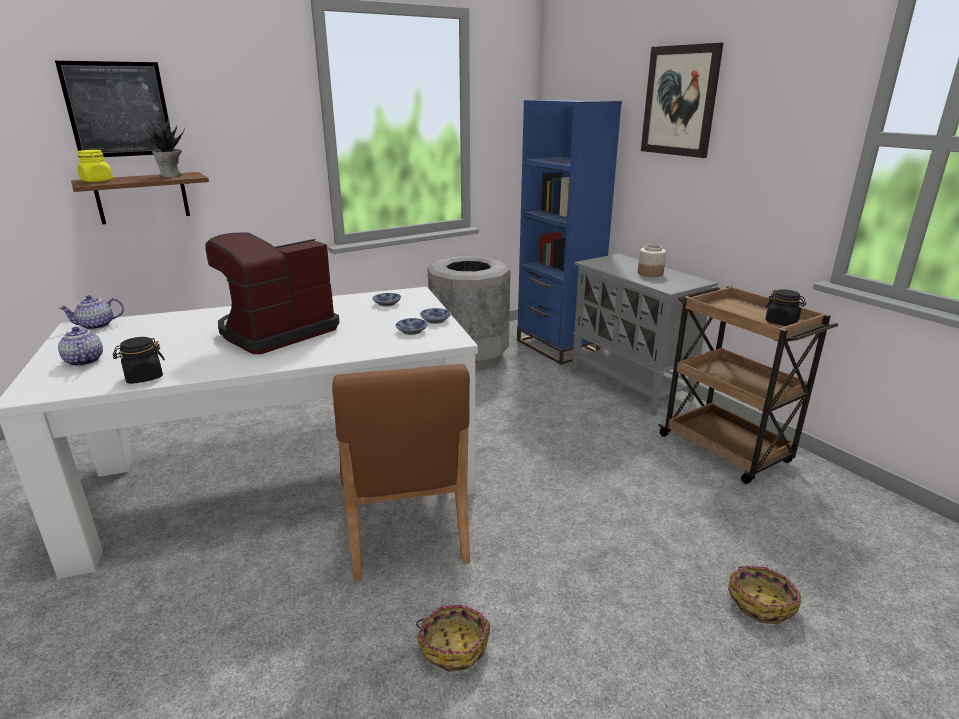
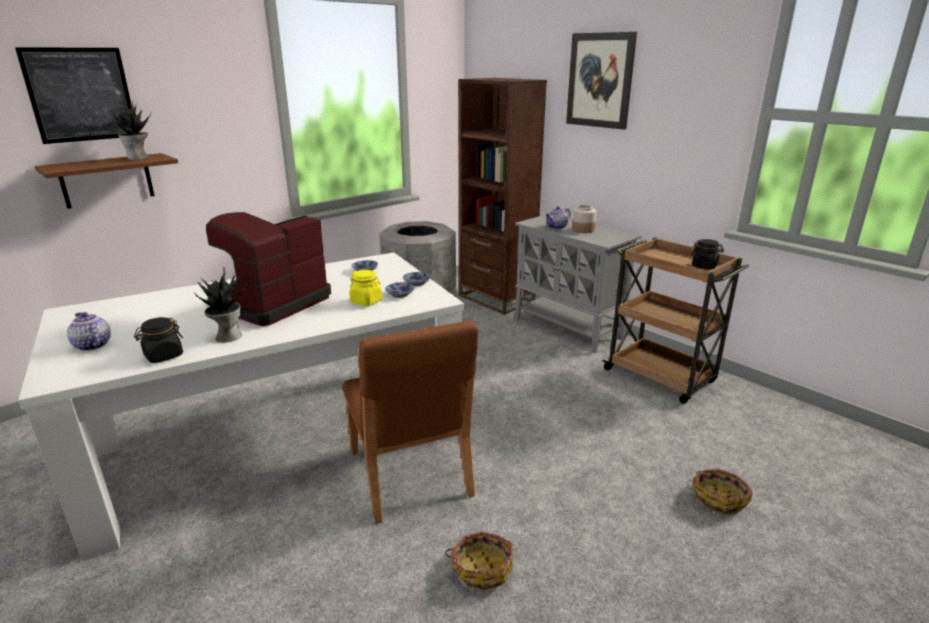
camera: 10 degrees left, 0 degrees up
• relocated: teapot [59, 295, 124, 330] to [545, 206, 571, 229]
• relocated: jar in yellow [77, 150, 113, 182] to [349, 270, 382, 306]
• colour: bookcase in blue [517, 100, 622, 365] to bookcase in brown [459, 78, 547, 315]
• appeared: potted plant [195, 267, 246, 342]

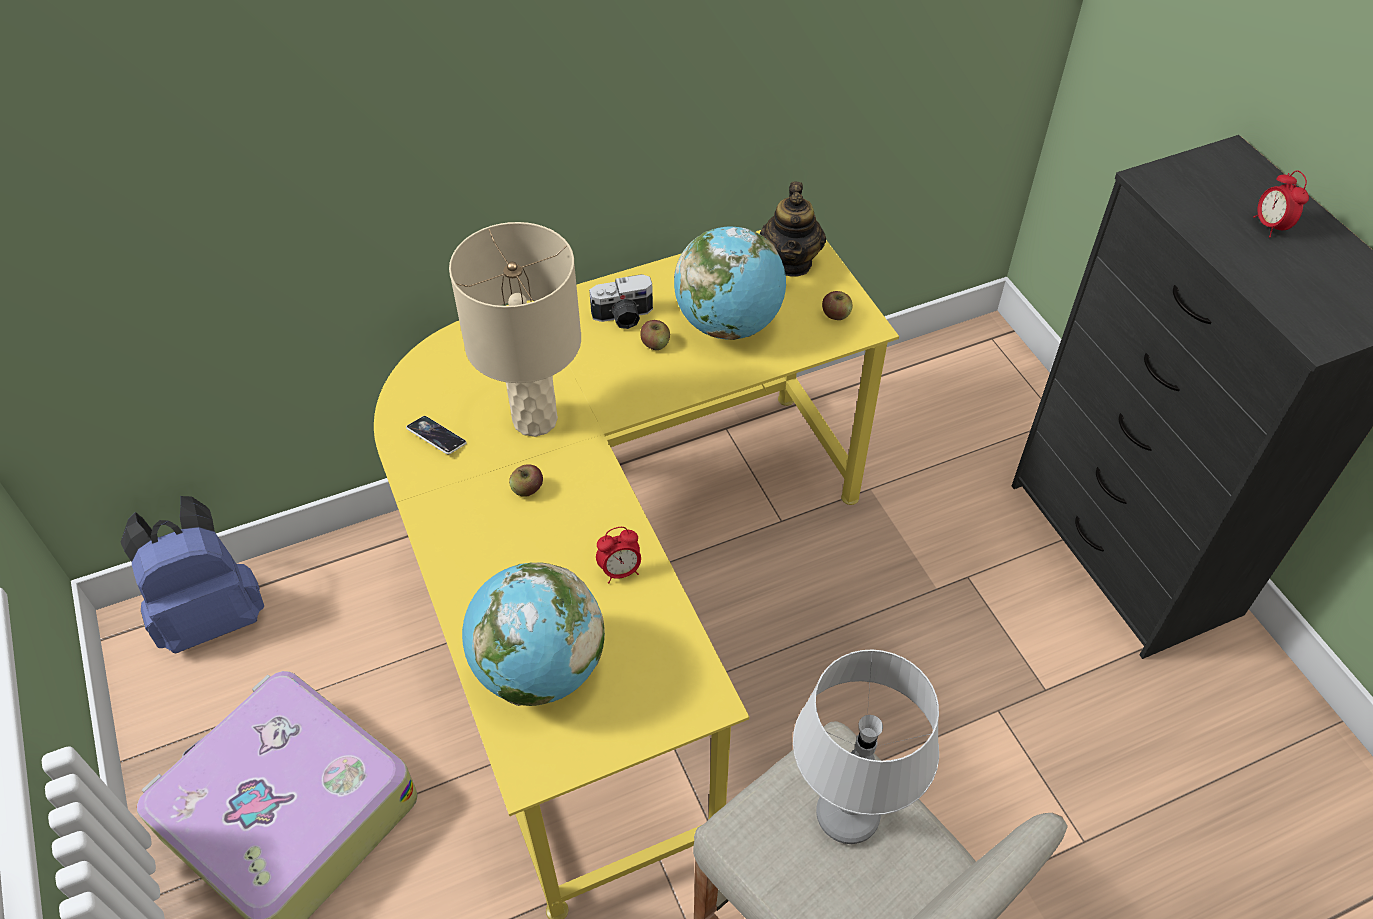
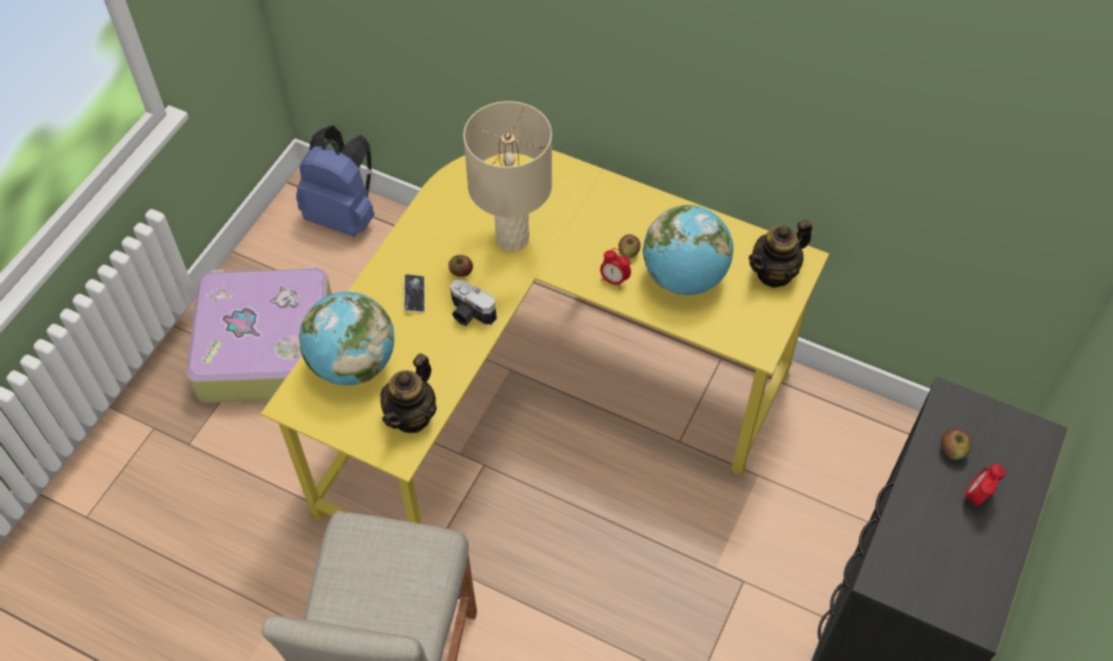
camera: 50 degrees right, 5 degrees up
• relocated: phone [406, 416, 467, 454] to [404, 274, 425, 313]
• relocated: photo camera [589, 274, 653, 329] to [450, 280, 497, 326]
• relocated: alarm clock [596, 527, 641, 583] to [600, 248, 631, 289]
• missing: table lamp in grey [793, 650, 939, 844]
• relocated: apple [822, 291, 853, 320] to [941, 428, 972, 460]
• appeared: teapot [380, 353, 437, 433]

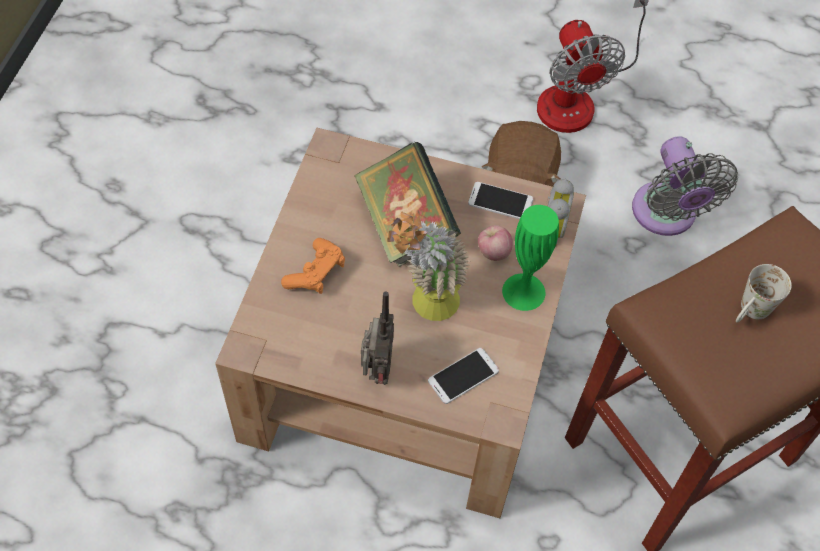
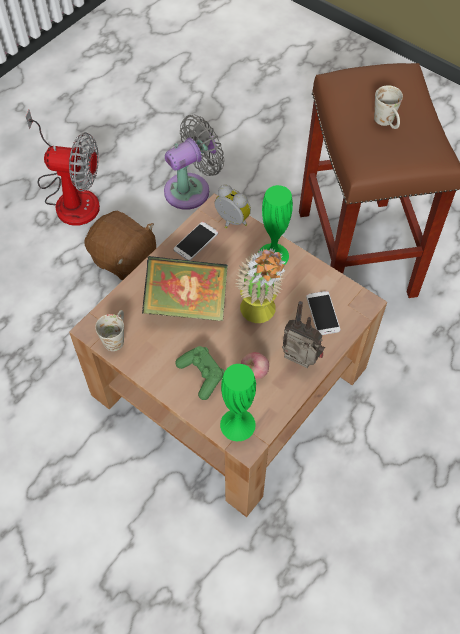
camera: 65 degrees left, 0 degrees up
• colour: game controller in orange [281, 238, 345, 294] to game controller in green [176, 346, 225, 400]
• relocated: apple [478, 225, 513, 261] to [241, 352, 269, 380]
• spun: fan in grey [632, 136, 738, 236] = [164, 115, 224, 210] 45 degrees counterclockwise
• appeared: mug in white [95, 310, 124, 351]
• appeared: vase in green [220, 364, 256, 441]

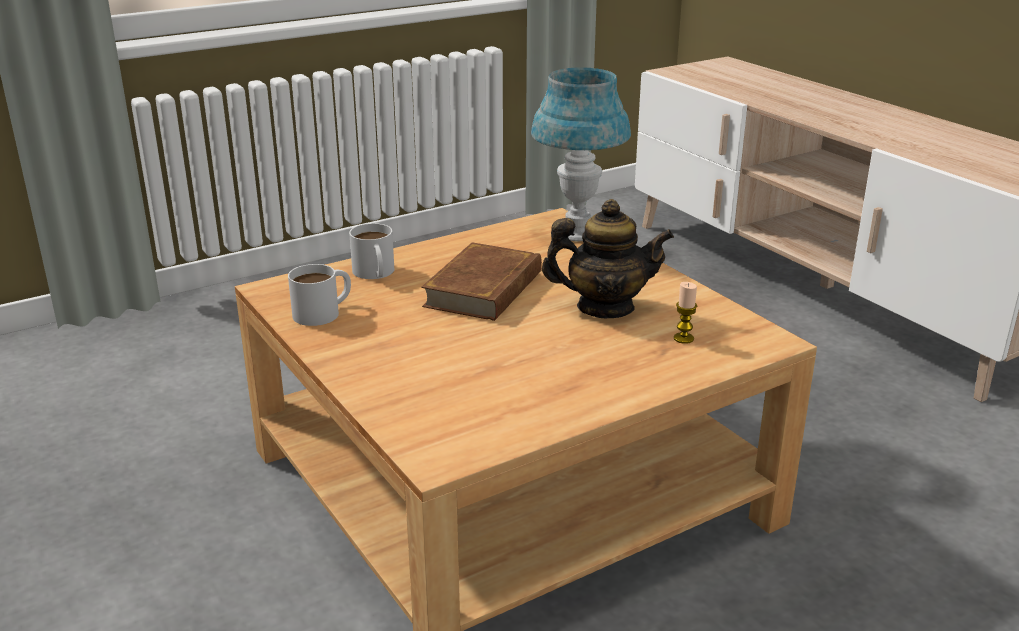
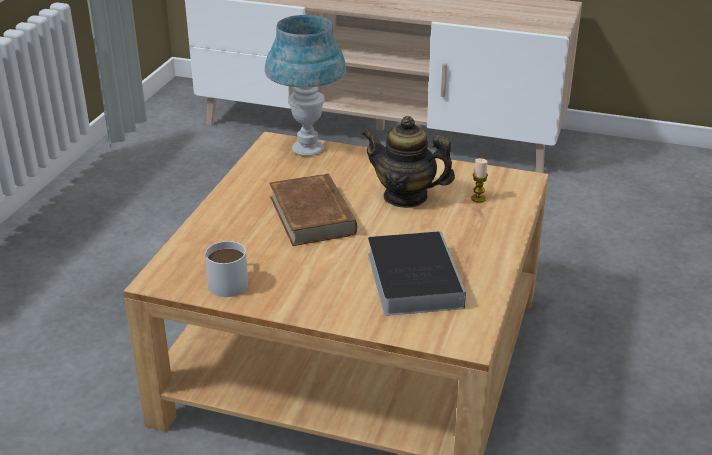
camera: 40 degrees left, 5 degrees up
• missing: mug in white [349, 223, 394, 279]
• spun: teapot [542, 199, 674, 318] = [362, 116, 455, 208] 120 degrees counterclockwise
• appeared: book [368, 231, 466, 316]

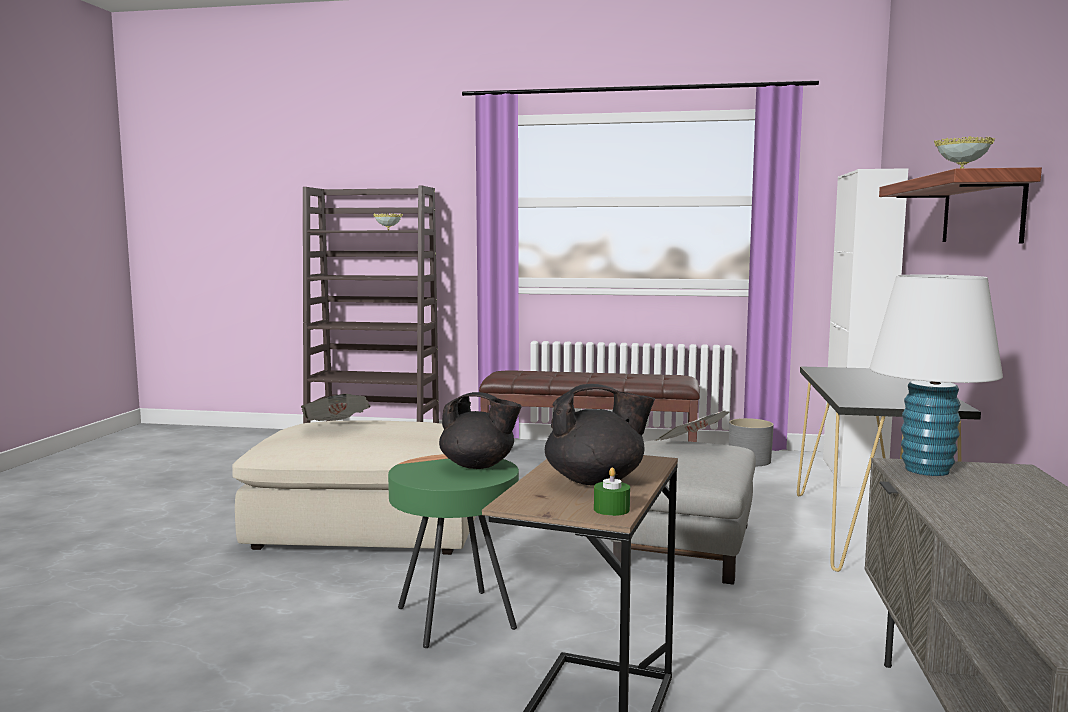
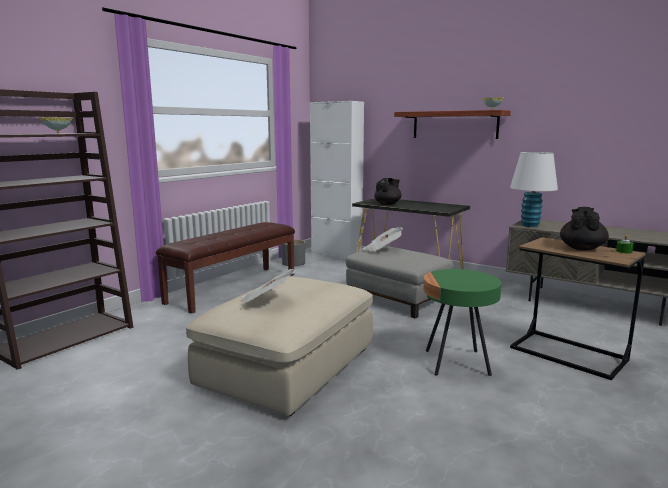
camera: 65 degrees left, 5 degrees up
• relocated: teapot in black [439, 392, 522, 469] to [374, 178, 402, 205]

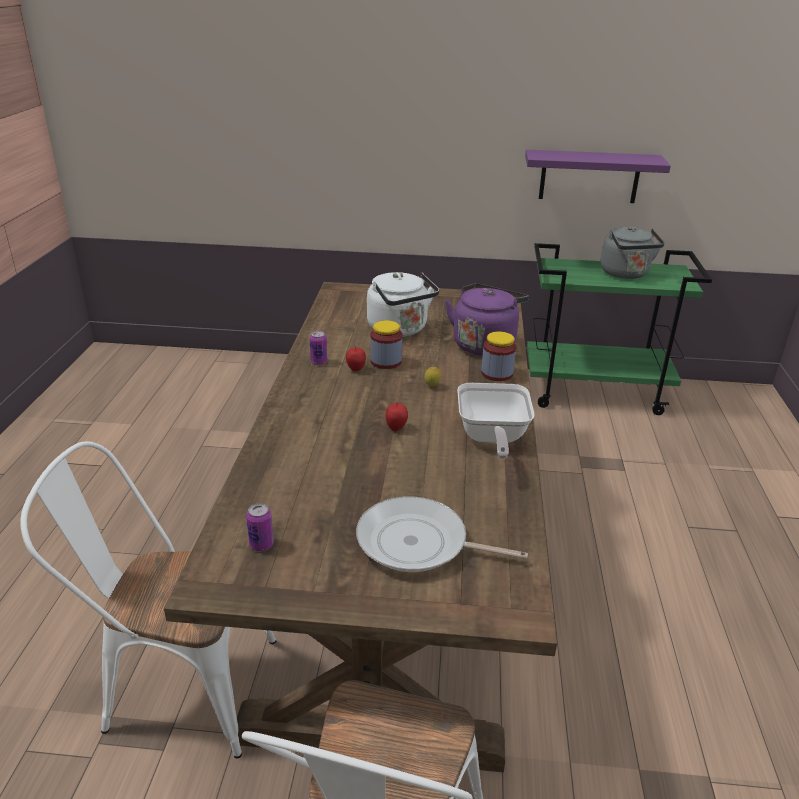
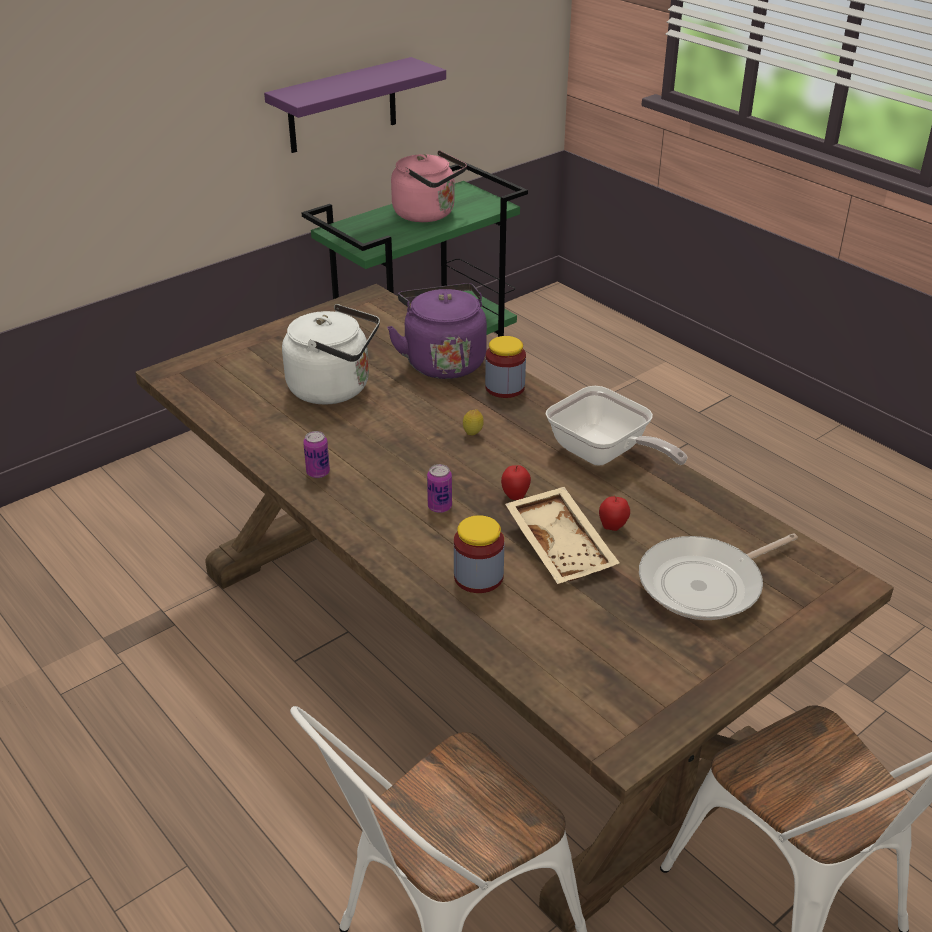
camera: 45 degrees left, 5 degrees up
• relocated: can [246, 503, 274, 551] to [427, 464, 452, 513]
• relocated: apple [346, 345, 366, 371] to [599, 496, 630, 531]
• relocated: jar [370, 320, 402, 369] to [454, 515, 504, 593]
• colour: kettle in grey [601, 226, 665, 279] to kettle in pink [391, 150, 467, 222]
• appeared: tray in beige [505, 487, 620, 584]

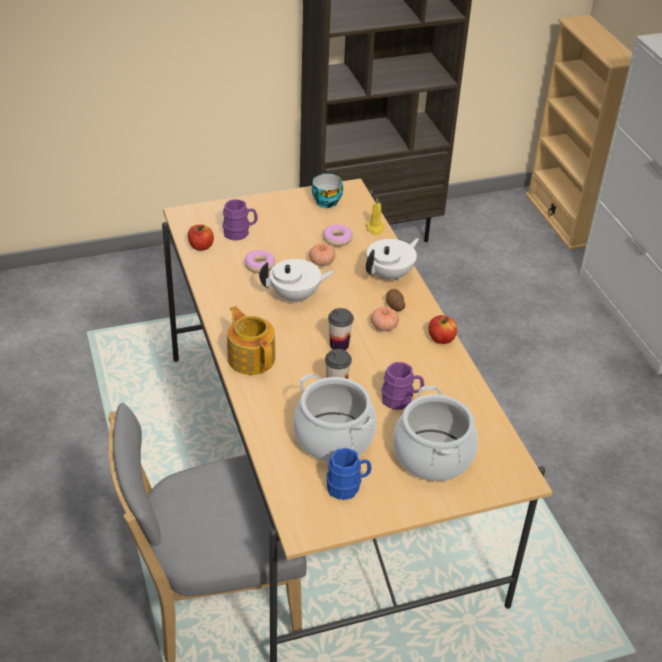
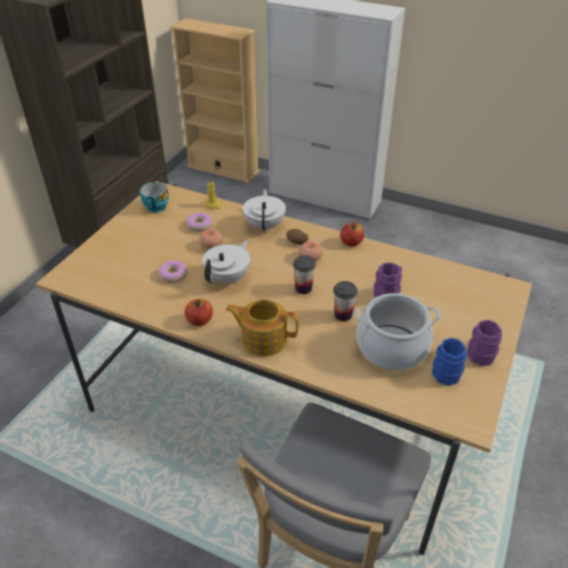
camera: 45 degrees left, 0 degrees up
• relocated: apple [188, 224, 214, 251] to [185, 299, 213, 326]
• relocated: mug in purple [222, 199, 258, 241] to [467, 320, 502, 366]
• missing: cooking pot [393, 386, 478, 481]

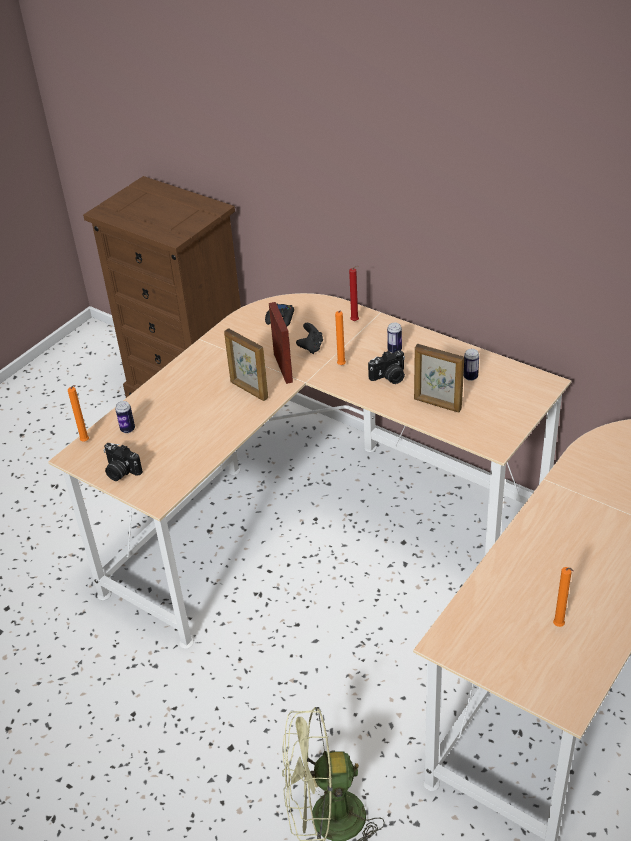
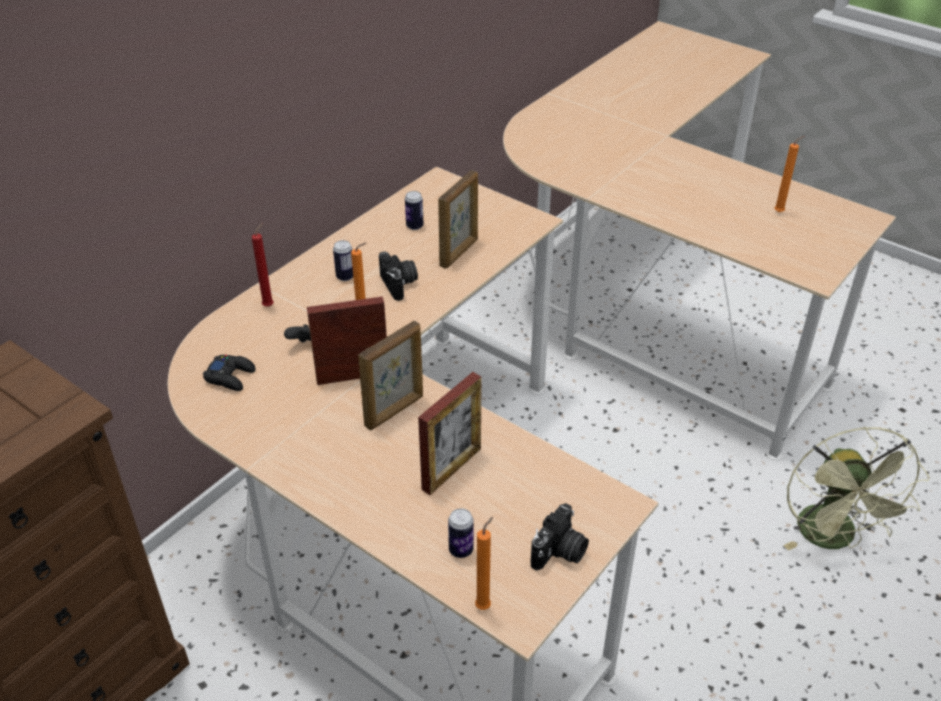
camera: 90 degrees left, 0 degrees up
• appeared: picture frame [418, 372, 482, 495]

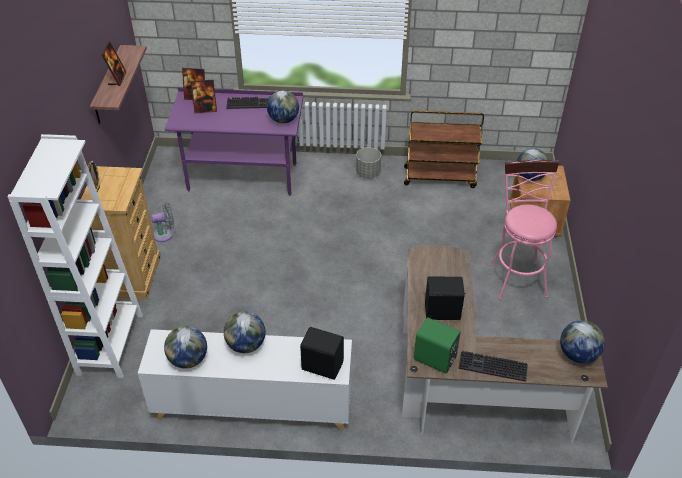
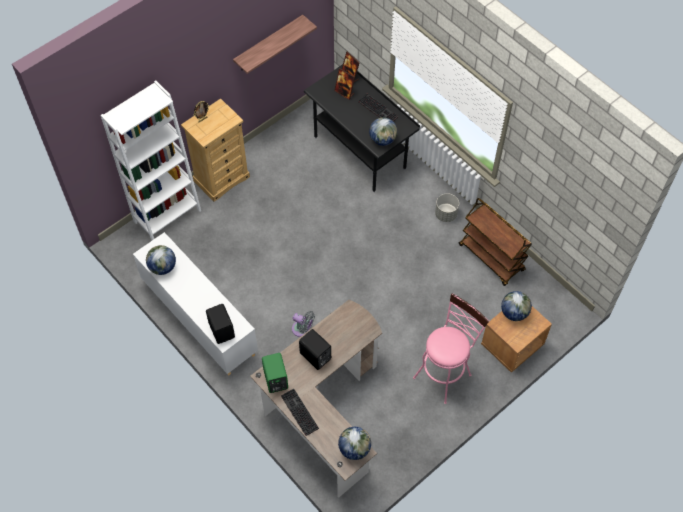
camera: 45 degrees right, 15 degrees up
• missing: picture frame [101, 41, 127, 86]
• relocated: fan in grey [151, 203, 174, 242] to [292, 311, 315, 337]
• colour: desk in purple [165, 88, 303, 196] to desk in black [304, 64, 420, 192]
• missing: globe [224, 311, 265, 353]

